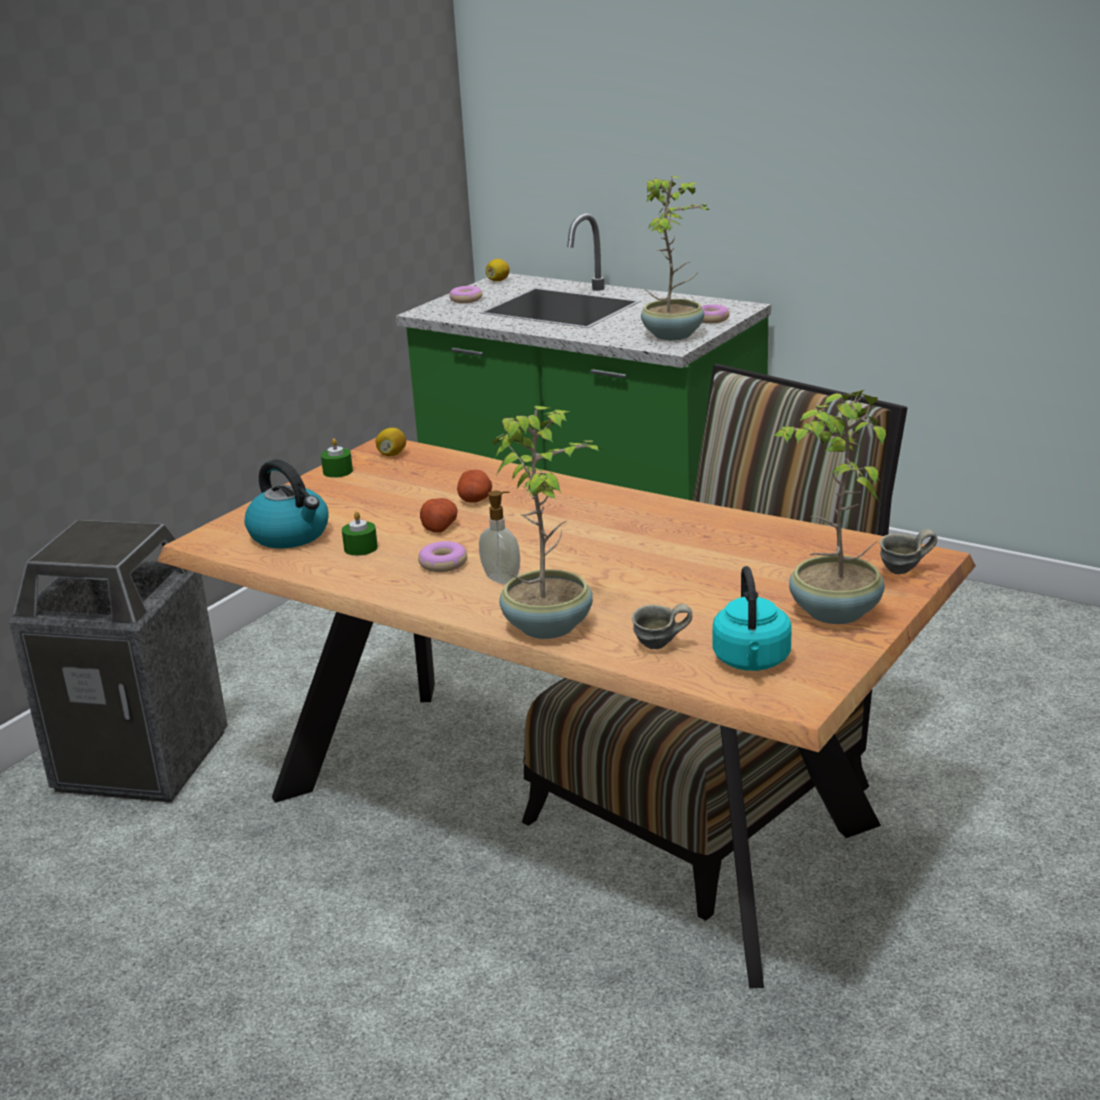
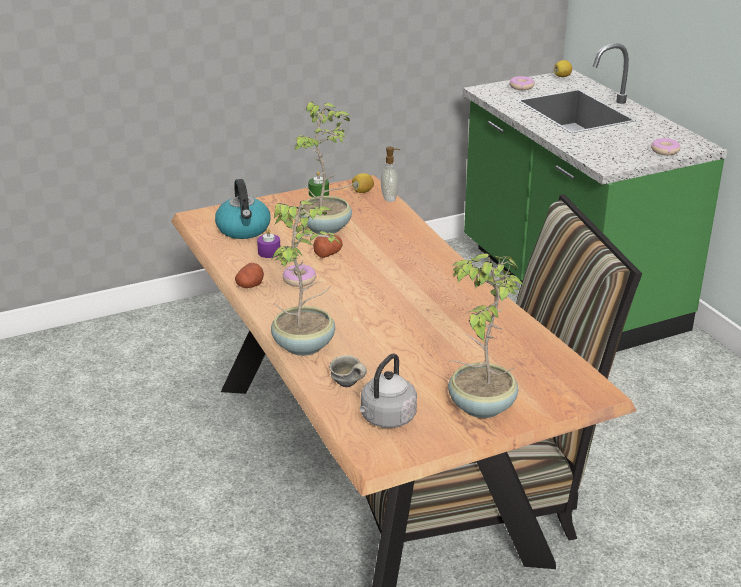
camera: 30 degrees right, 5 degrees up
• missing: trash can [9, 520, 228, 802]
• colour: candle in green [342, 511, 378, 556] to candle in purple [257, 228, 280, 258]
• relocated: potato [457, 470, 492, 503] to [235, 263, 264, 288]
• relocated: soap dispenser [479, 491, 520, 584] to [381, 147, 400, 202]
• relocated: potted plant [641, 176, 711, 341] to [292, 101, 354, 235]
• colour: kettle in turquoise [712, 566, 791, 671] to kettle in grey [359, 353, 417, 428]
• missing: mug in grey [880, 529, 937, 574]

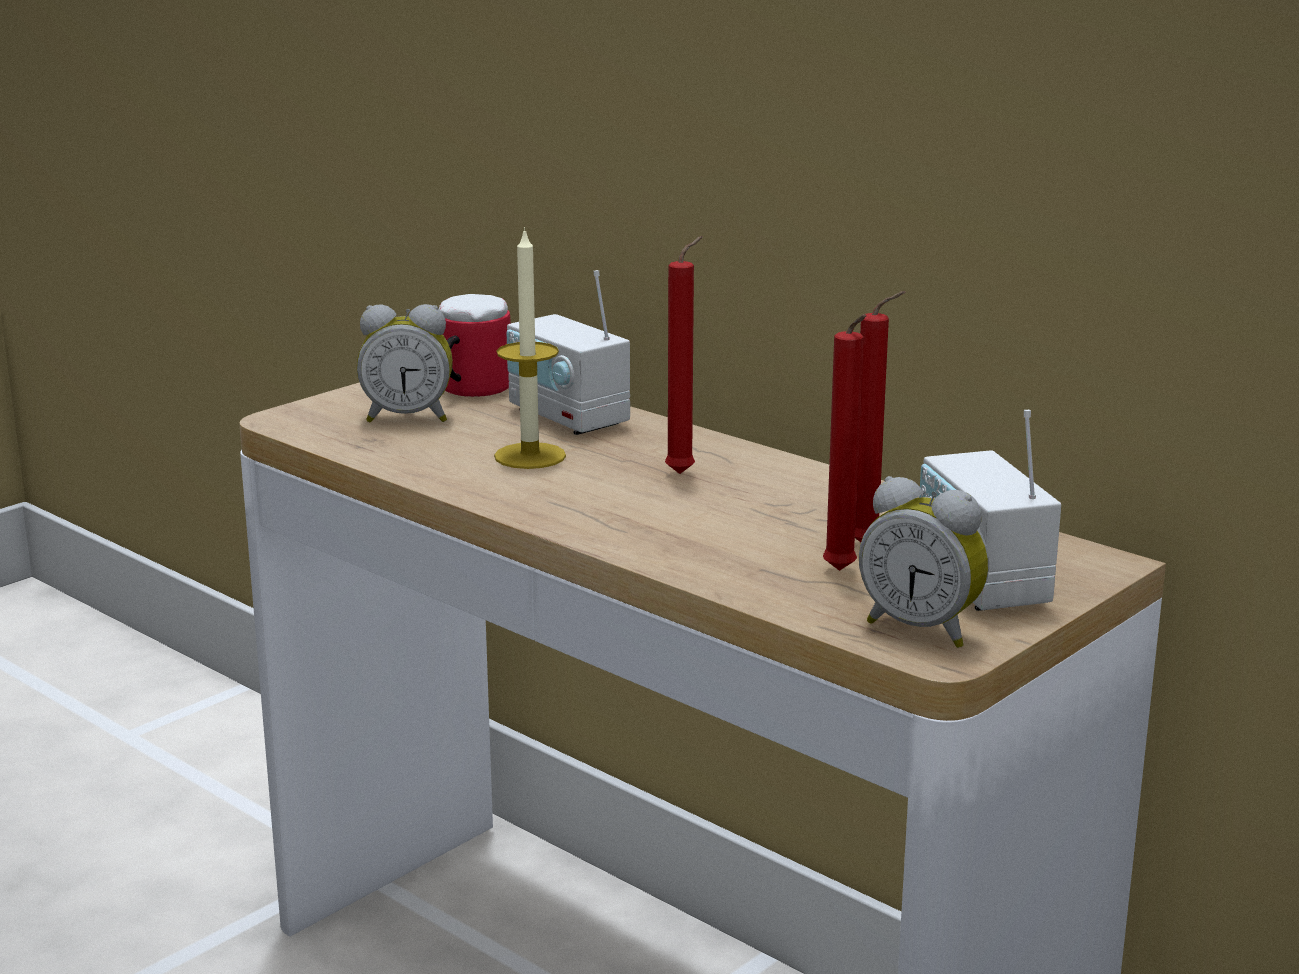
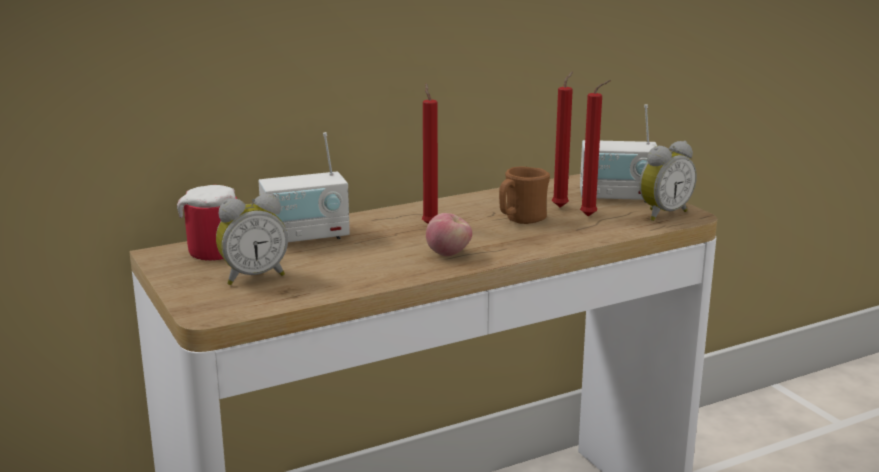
camera: 70 degrees left, 0 degrees up
• spun: alarm clock [357, 304, 453, 422] = [216, 194, 288, 285] 45 degrees clockwise
• missing: candle [494, 227, 566, 469]
• appeared: apple [426, 213, 472, 256]
• appeared: mug in brown [499, 167, 550, 224]

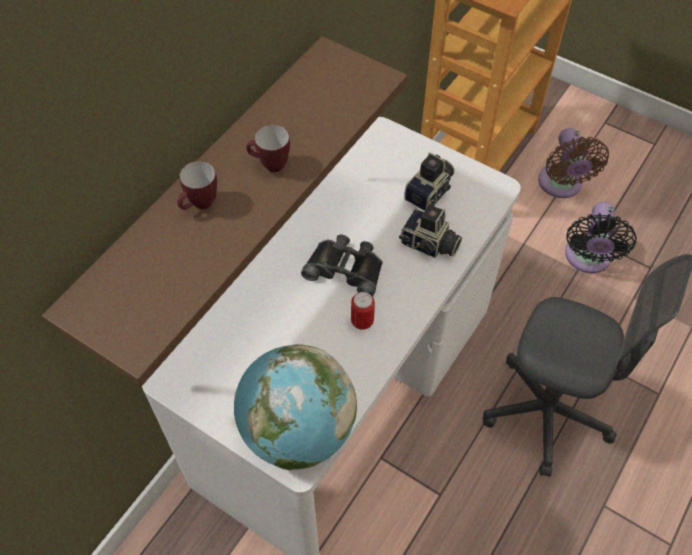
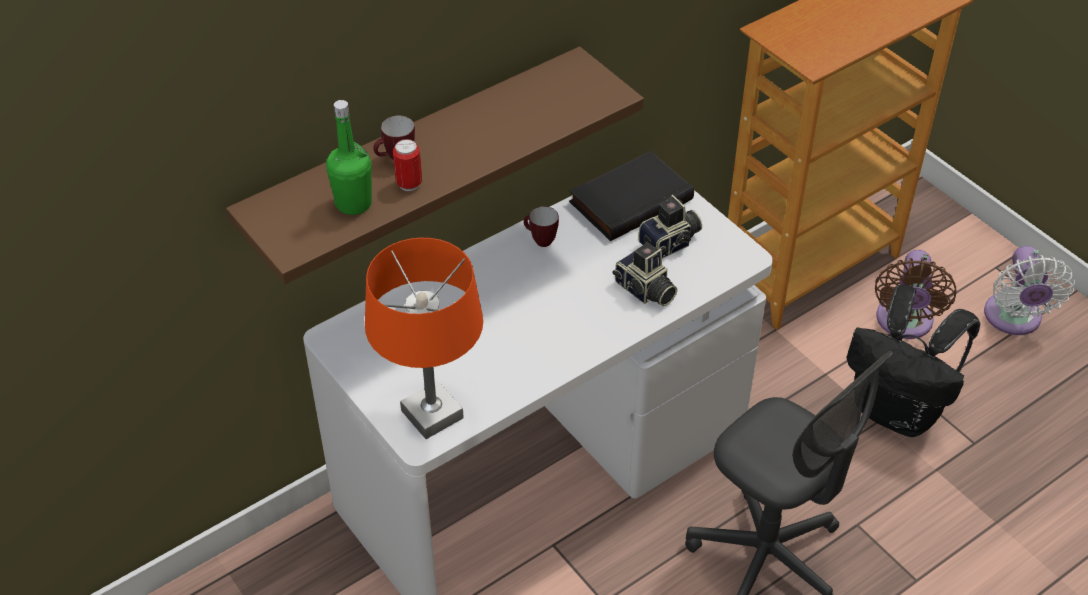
camera: 20 degrees right, 10 degrees down
• exchanged: globe [234, 344, 357, 470] to table lamp in orange [365, 238, 483, 439]
• relocated: mug [246, 125, 290, 172] to [523, 206, 559, 247]
• missing: binoculars in black [301, 234, 383, 297]
• relocated: can [351, 292, 375, 330] to [393, 139, 422, 191]
• exchanged: fan in black [565, 202, 636, 273] to backpack in black [847, 285, 981, 437]
• appeared: bottle in green [326, 100, 372, 215]
• appeared: book in black [569, 151, 694, 241]
• appeared: fan in white [984, 246, 1075, 335]

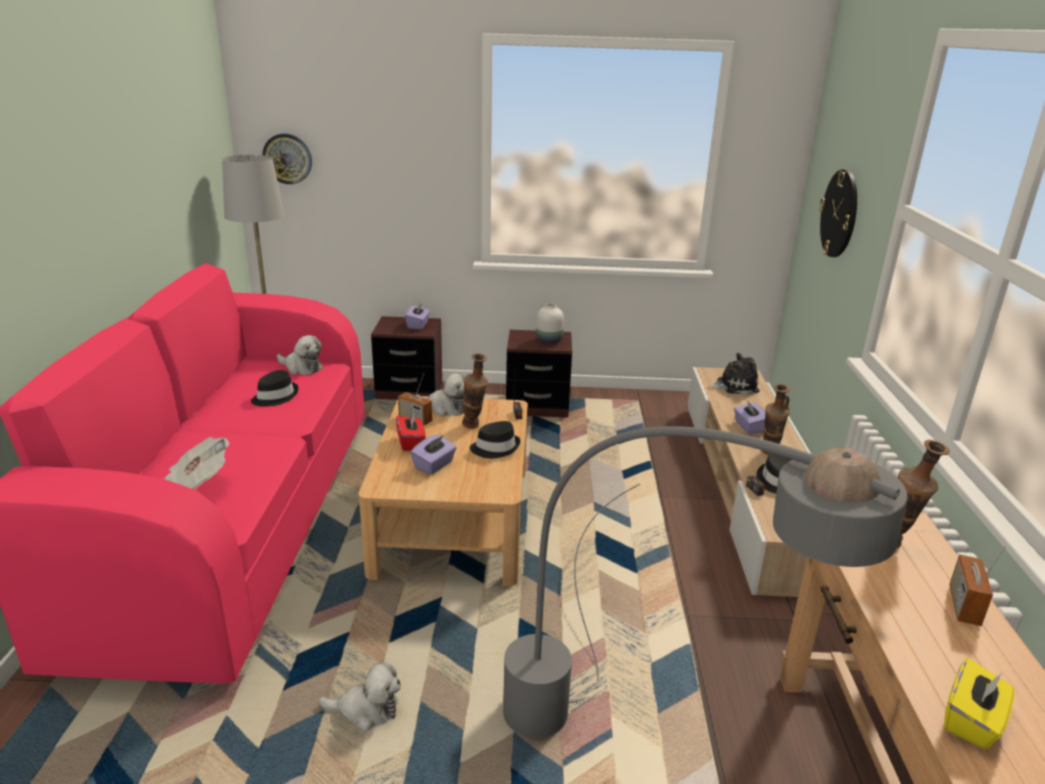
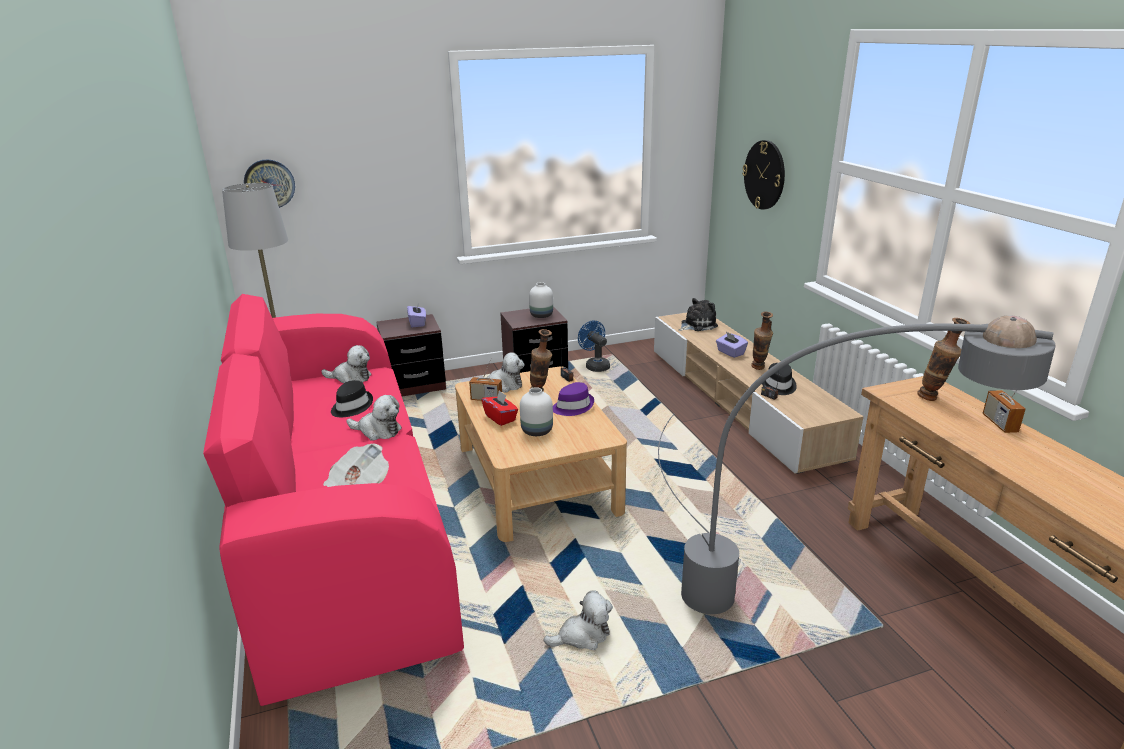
camera: 20 degrees left, 0 degrees up
• exchanged: tissue box in purple [411, 435, 457, 475] to vase in white [520, 387, 553, 436]
• colour: hat in black [470, 421, 520, 458] to hat in purple [553, 382, 594, 416]
• missing: tissue box in yellow [944, 658, 1014, 749]
• appeared: plush toy [346, 395, 402, 441]
• appeared: fan in blue [578, 320, 610, 372]

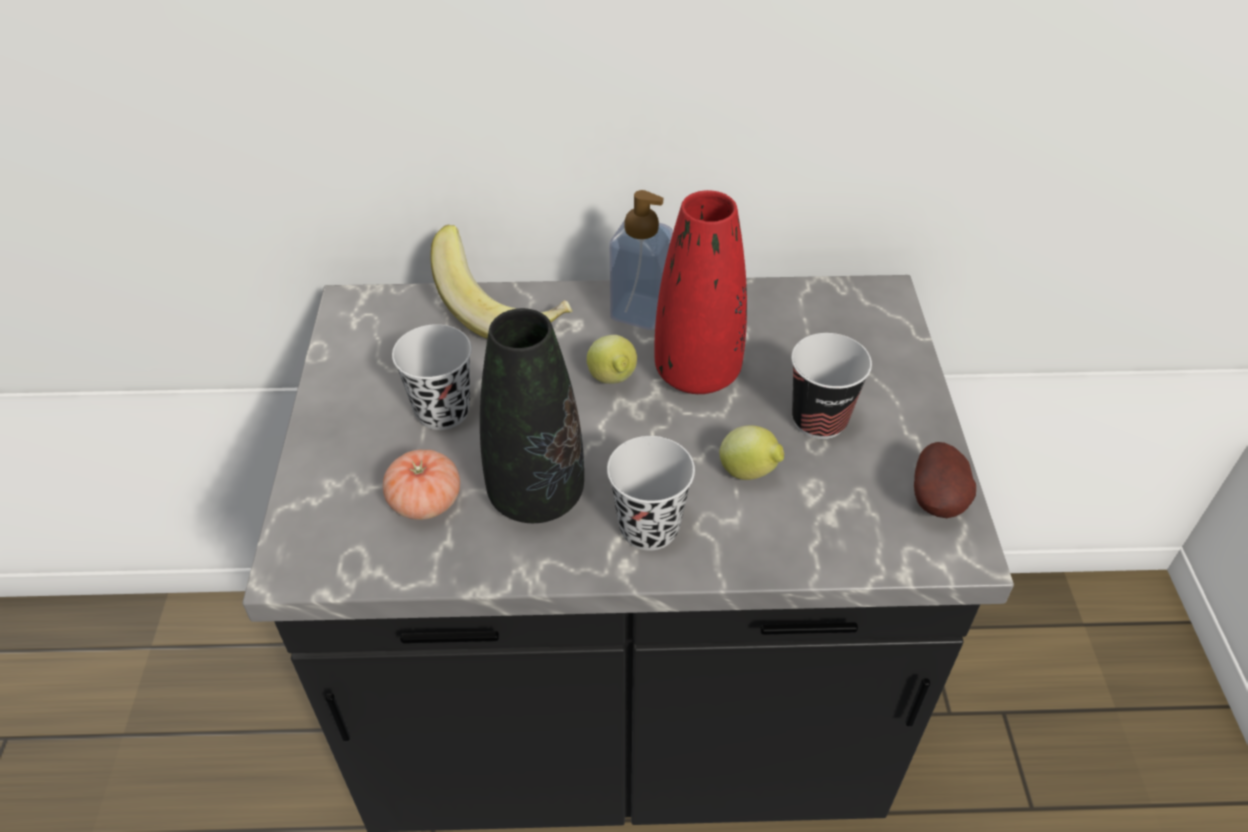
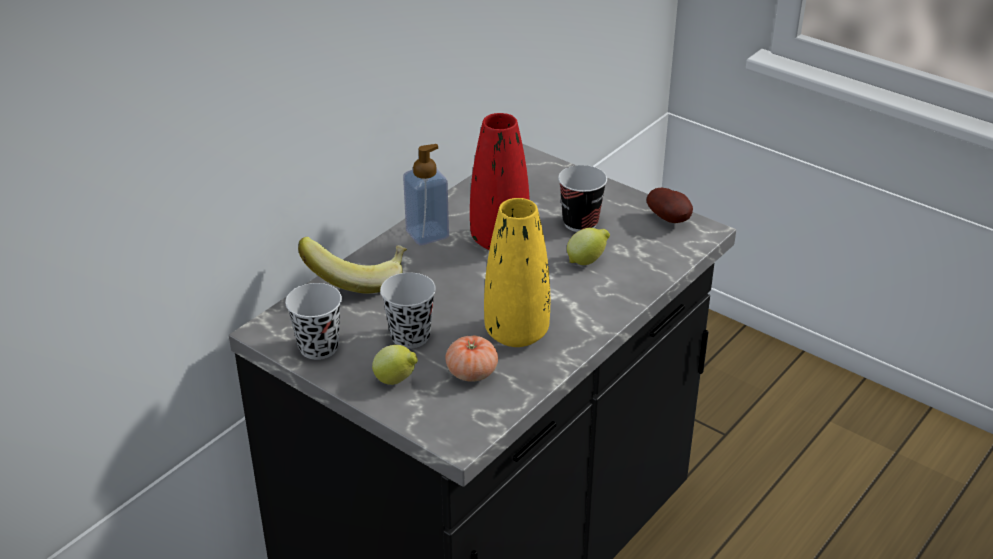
camera: 50 degrees left, 10 degrees down
• colour: vase in black [480, 308, 584, 523] to vase in yellow [484, 198, 550, 347]
• relocated: lemon [587, 335, 637, 384] to [372, 345, 418, 385]
• relocated: cup in black [607, 436, 695, 551] to [285, 283, 342, 360]

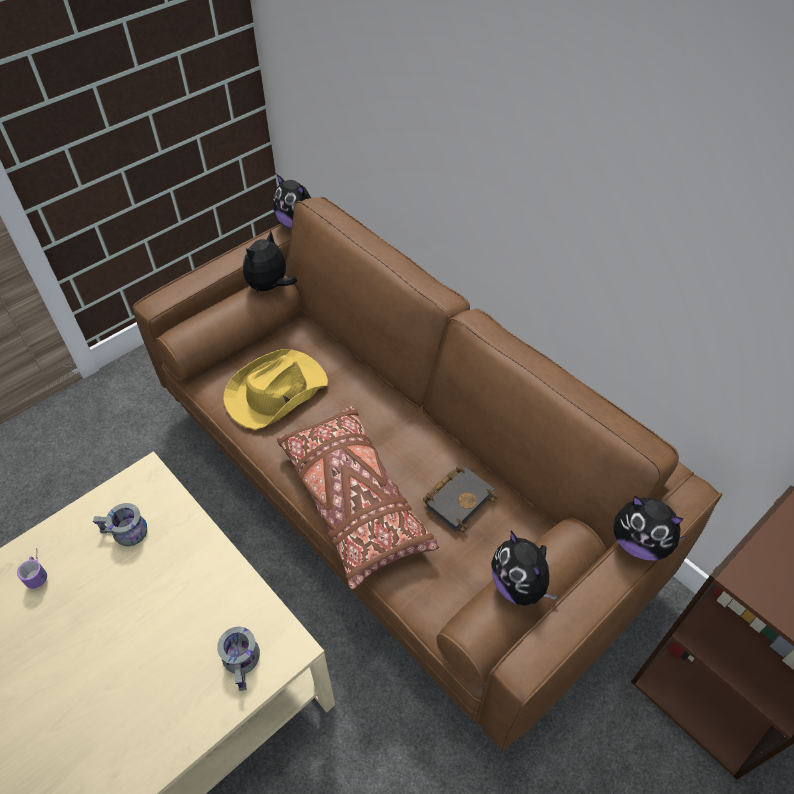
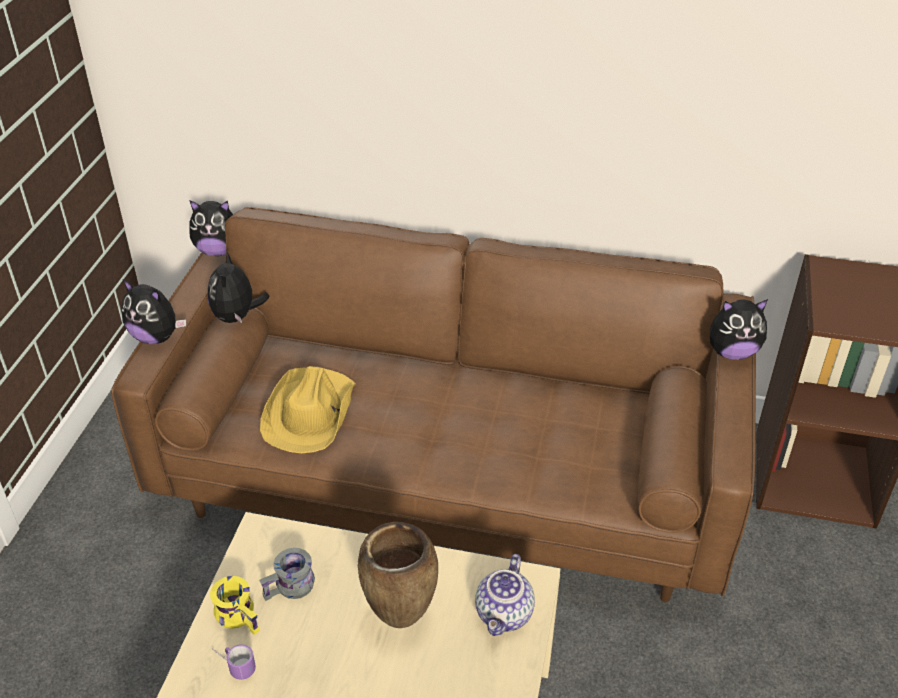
camera: 35 degrees left, 10 degrees down
• exchanged: mug in grey [217, 626, 260, 691] to teapot [475, 554, 535, 636]
• missing: pillow in brown [277, 406, 440, 589]
• missing: book in black [423, 466, 498, 532]
• relocated: plush toy [491, 531, 557, 606] to [122, 279, 186, 344]
• appeared: mug in yellow [210, 576, 260, 635]
• appeared: vase in brown [358, 522, 438, 628]

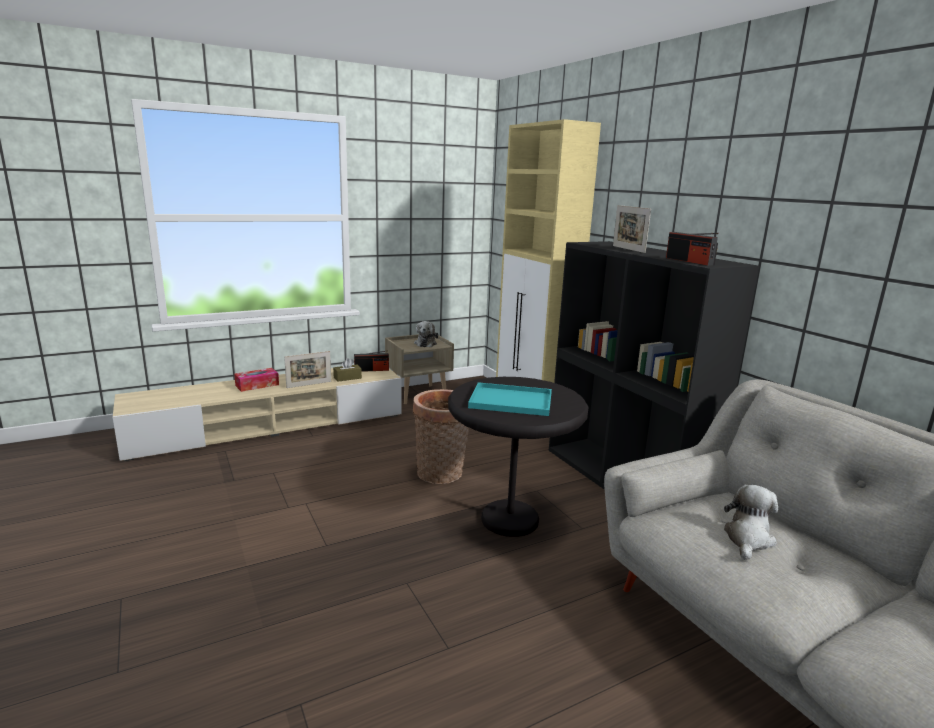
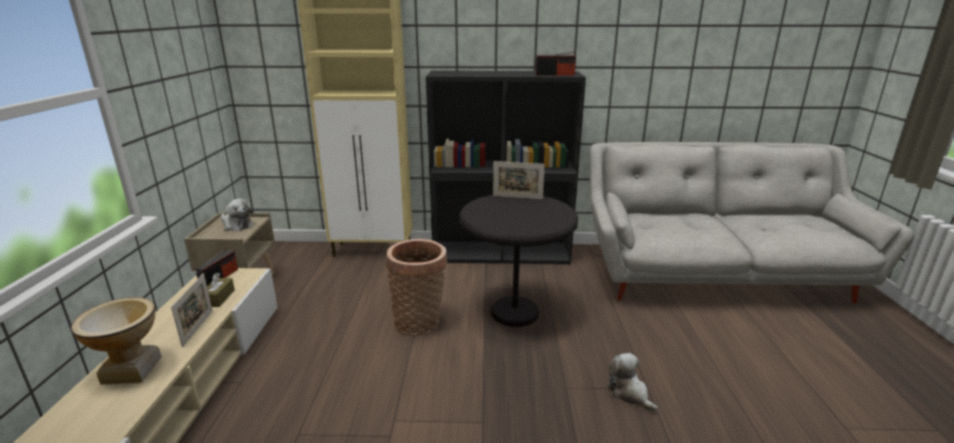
camera: 60 degrees left, 5 degrees up
• exchanged: tissue box [234, 368, 279, 392] to vase [71, 297, 161, 384]
• missing: tray in turquoise [468, 382, 552, 416]
• relocated: picture frame [613, 205, 651, 253] to [493, 161, 545, 199]
• relocated: plush toy [724, 485, 778, 560] to [607, 353, 658, 412]

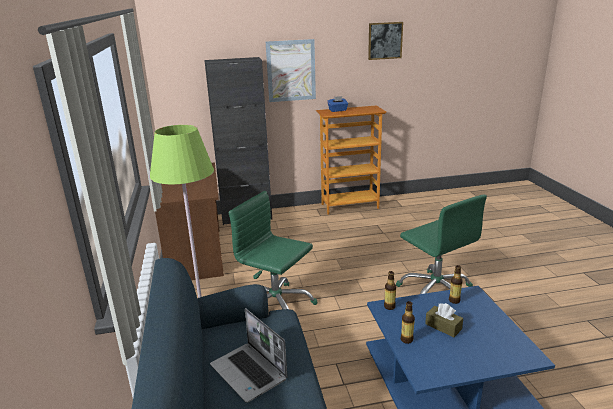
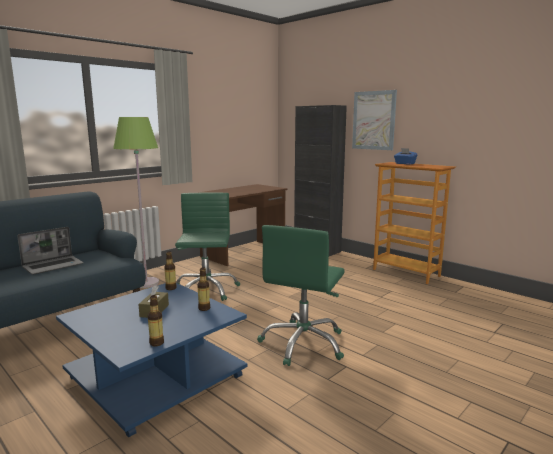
camera: 55 degrees right, 10 degrees down
• spun: laptop [210, 308, 288, 403] = [17, 227, 84, 275] 150 degrees counterclockwise
• missing: picture [368, 22, 403, 60]
• relocated: bottle [401, 301, 415, 344] to [148, 295, 164, 347]

